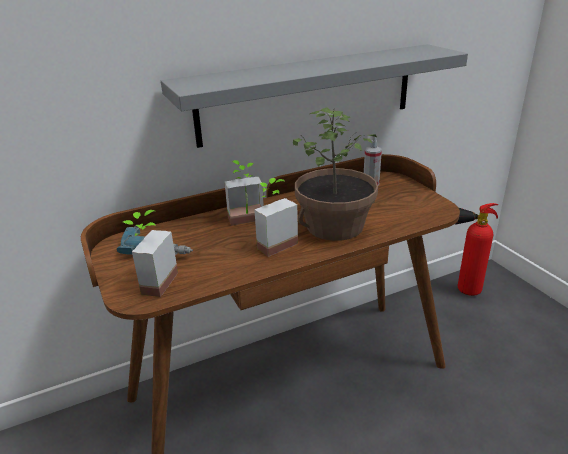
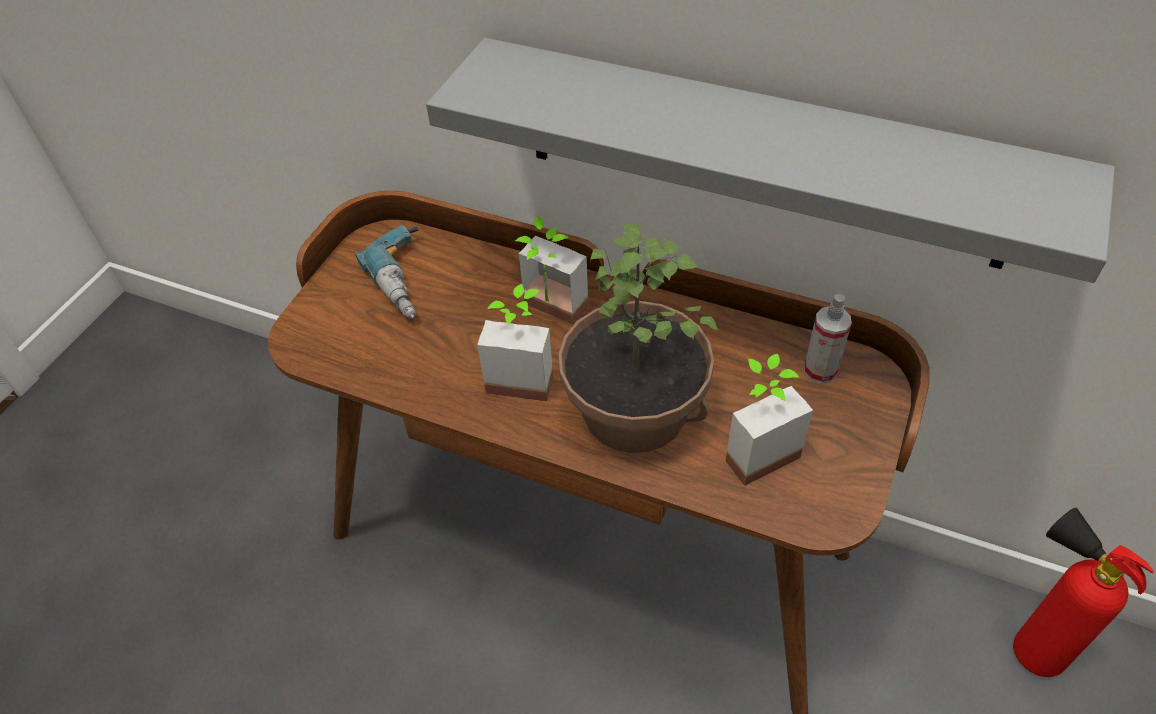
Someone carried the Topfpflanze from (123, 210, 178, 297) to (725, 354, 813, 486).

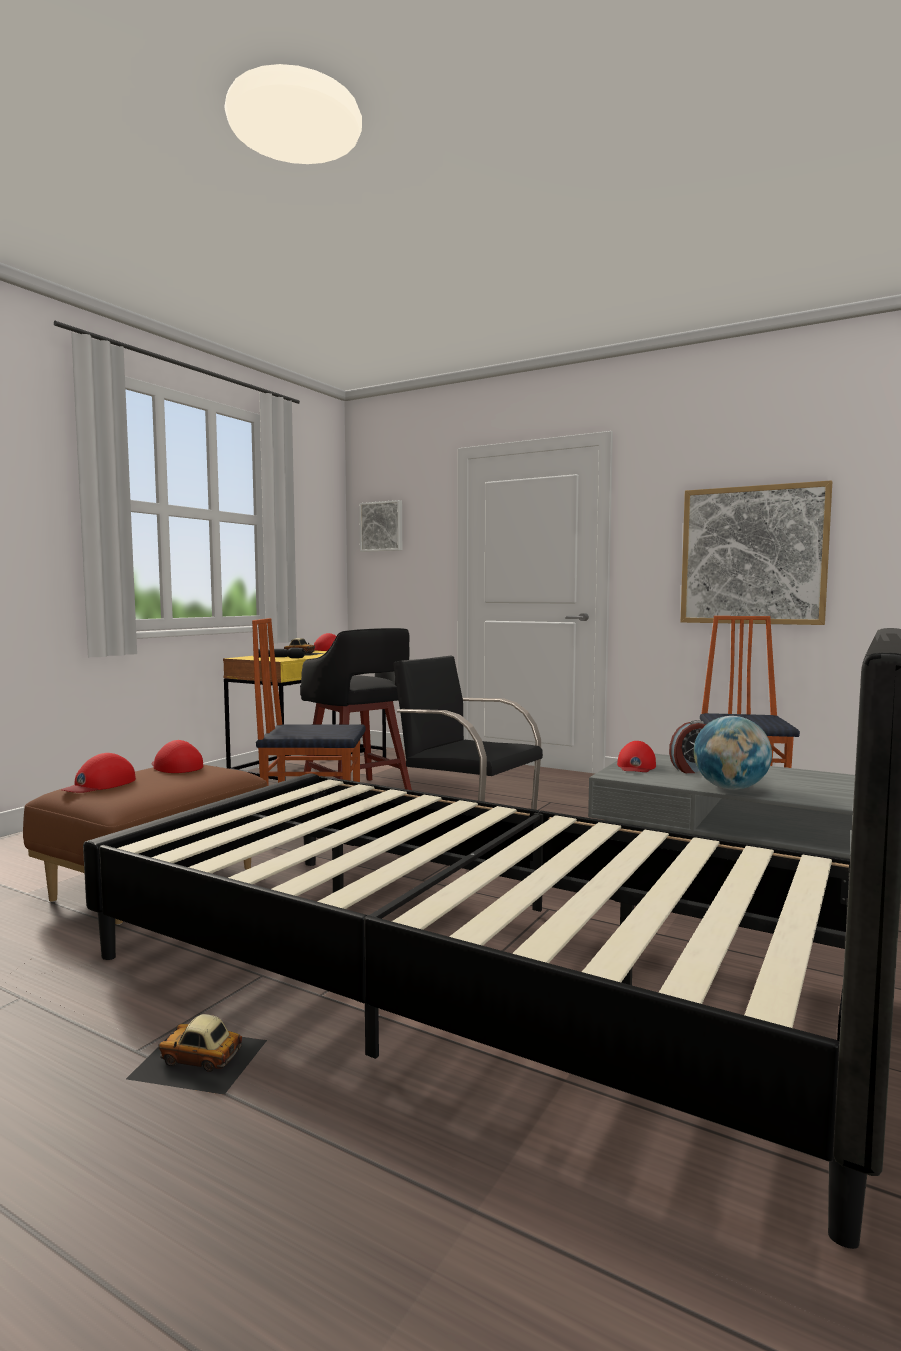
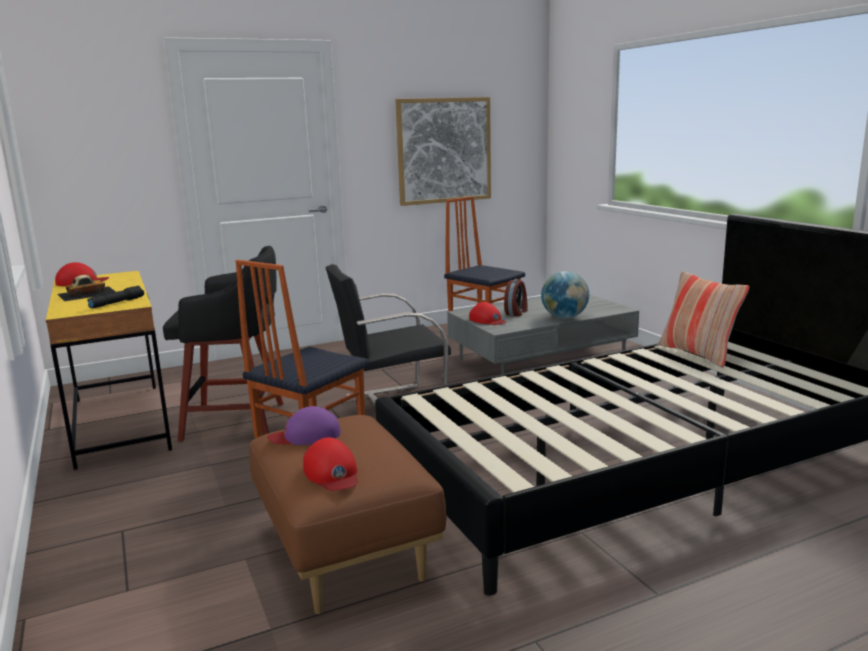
Someone took away the Spielzeugauto at (126, 1014, 267, 1095).
Someone took away the Bild at (359, 500, 402, 552).
Someone put down the Kissen at (658, 271, 749, 367).
Someone repainted the Kappe (rot) at (152, 740, 203, 773), which became the Kappe (lila) at (267, 406, 341, 445).

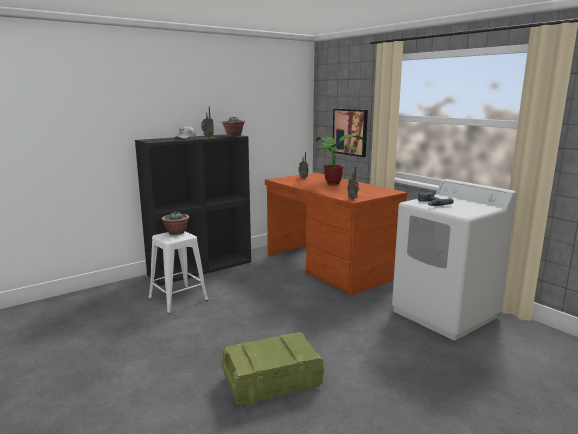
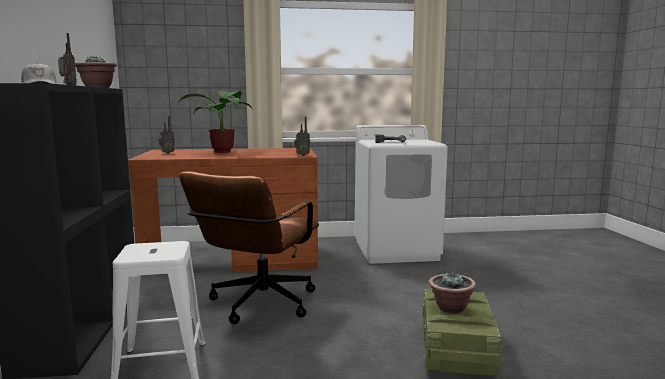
Someone took away the Bild at (333, 109, 368, 157).
Someone put down the Bürostuhl (braun) at (179, 171, 319, 324).
Someone carried the Topfpflanze from (162, 211, 189, 235) to (429, 271, 476, 314).

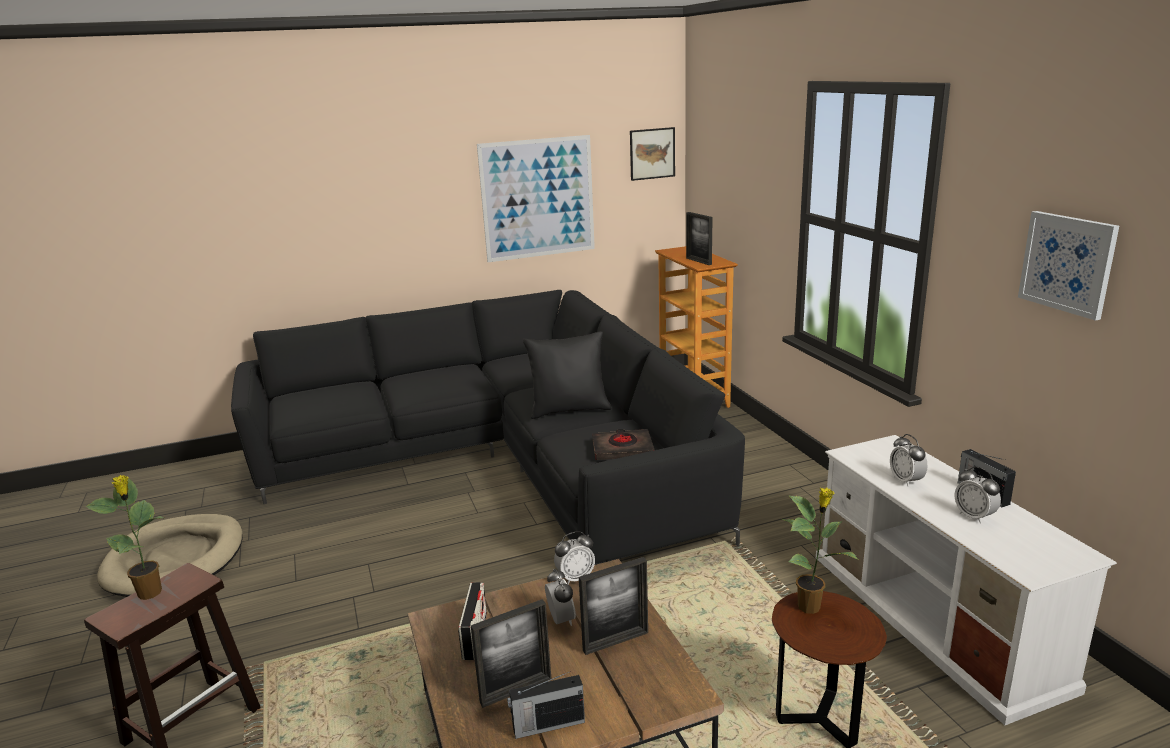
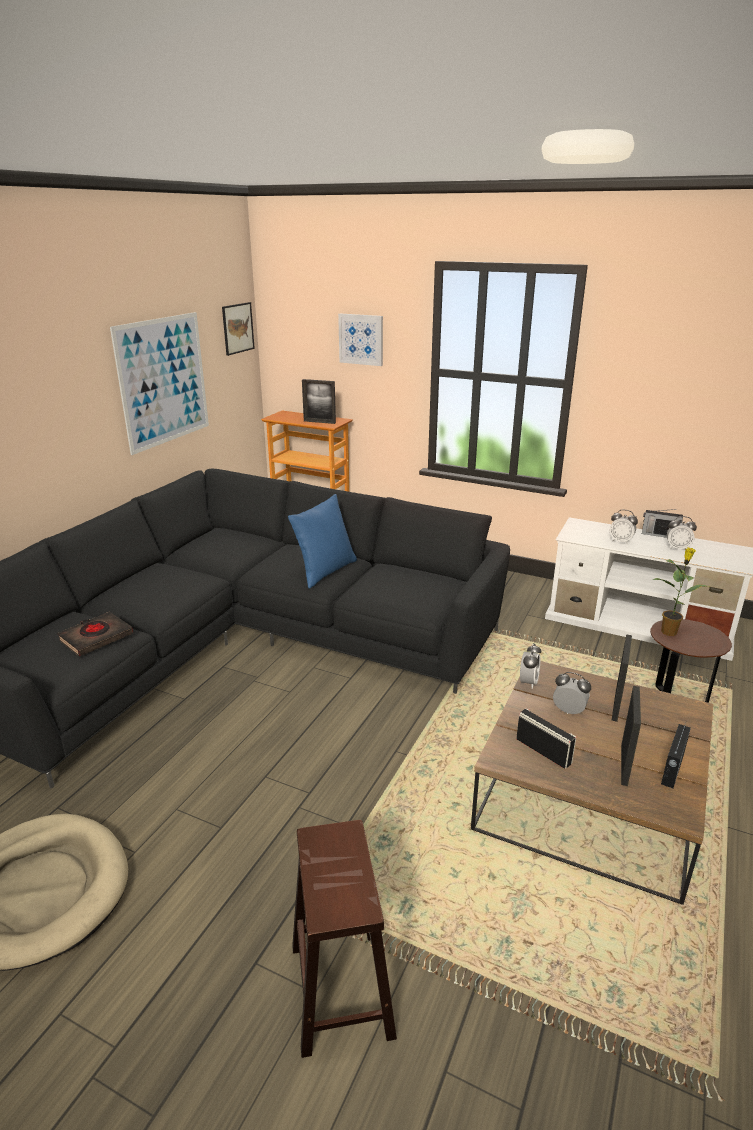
Someone took away the Topfpflanze at (85, 475, 163, 600).
Someone carried the Buch (schwarz) from (592, 429, 654, 460) to (57, 612, 133, 657).
Someone carried the Bild from (1018, 211, 1119, 321) to (338, 313, 383, 366).
Someone repainted the Kissen (schwarz) at (523, 331, 611, 419), which became the Kissen (blau) at (288, 494, 357, 589).

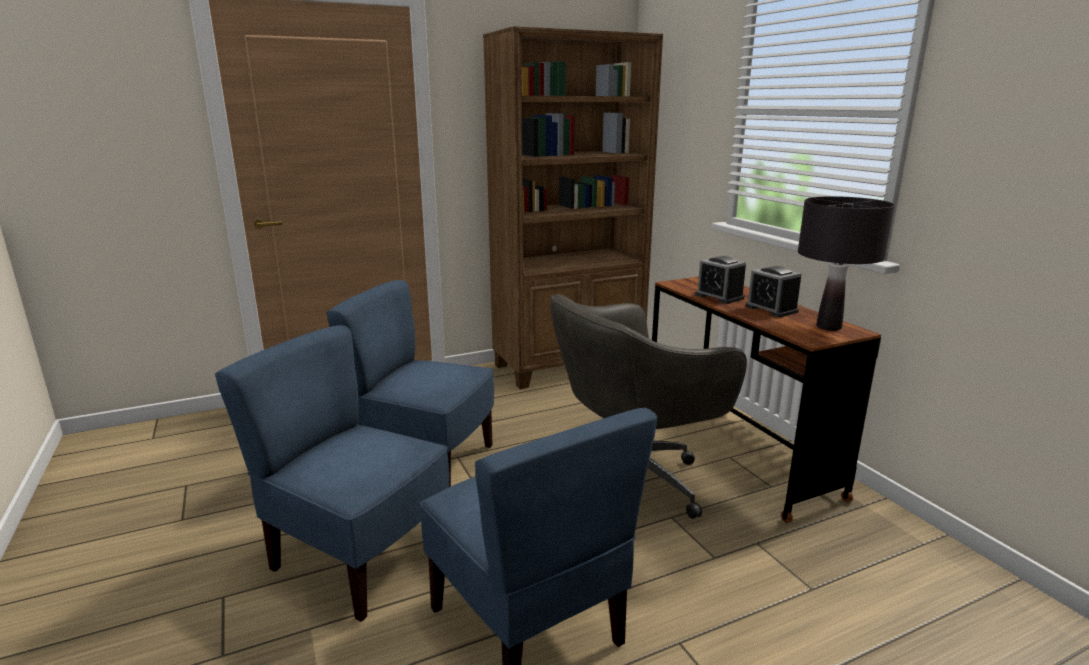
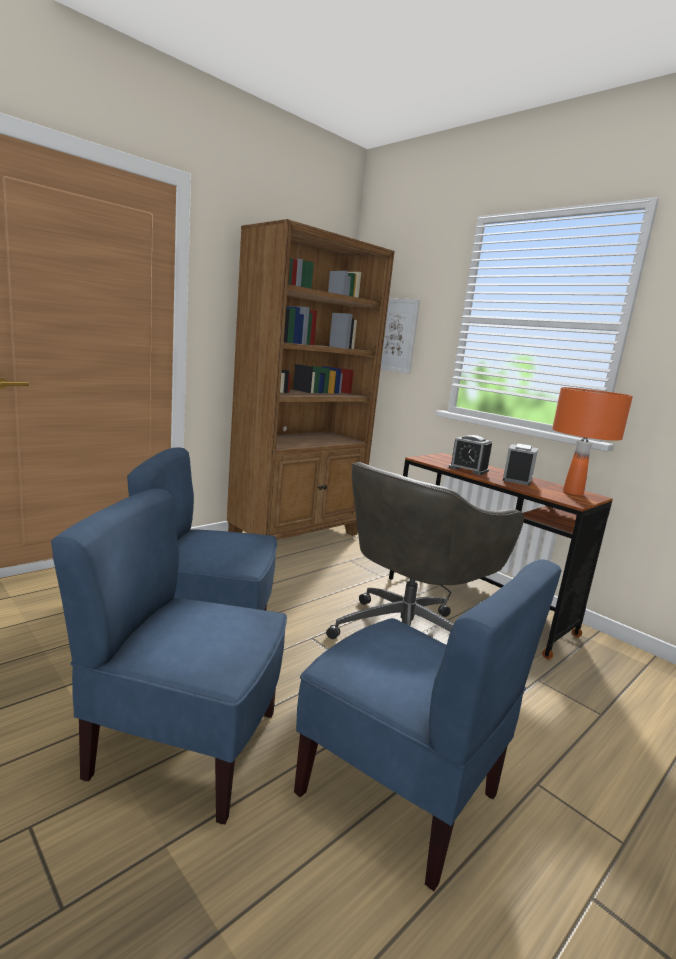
Someone put up the Bild at (380, 298, 420, 374).
Someone repainted the Tischlampe (schwarz) at (798, 196, 895, 331), which became the Tischlampe (orange) at (552, 387, 633, 496).
Someone rotated the Wecker at (745, 266, 801, 317) by 105 degrees counterclockwise.

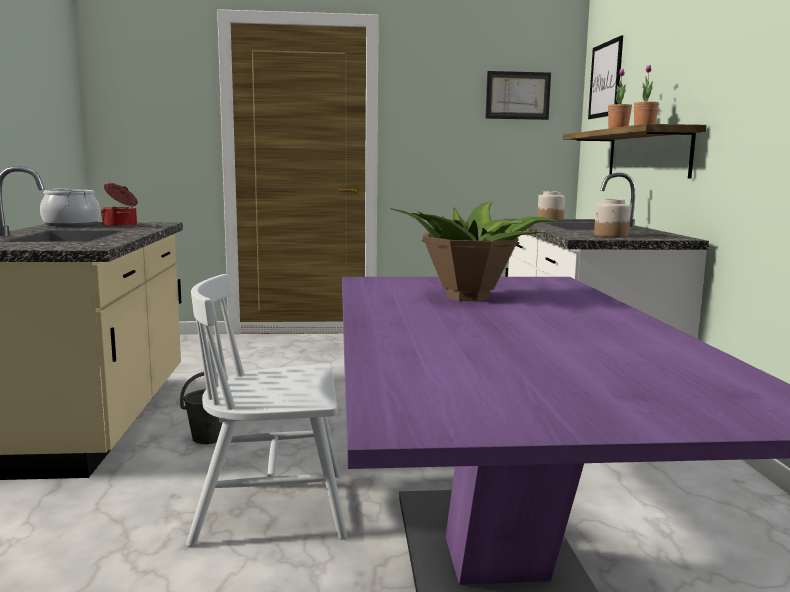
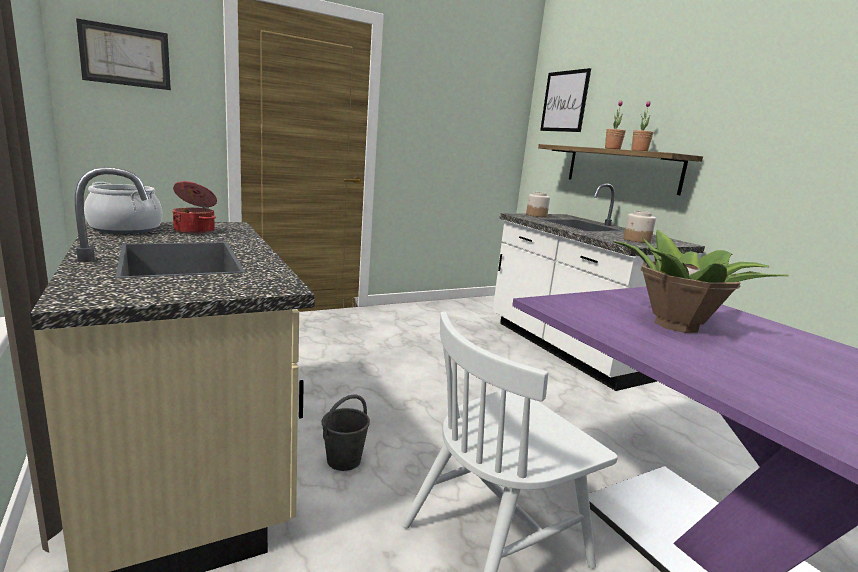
Someone carried the Bild from (485, 71, 551, 120) to (76, 18, 171, 90).

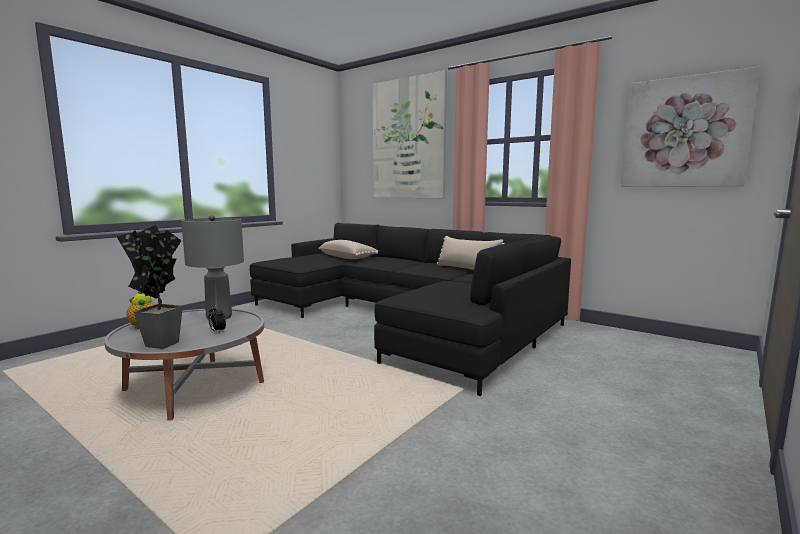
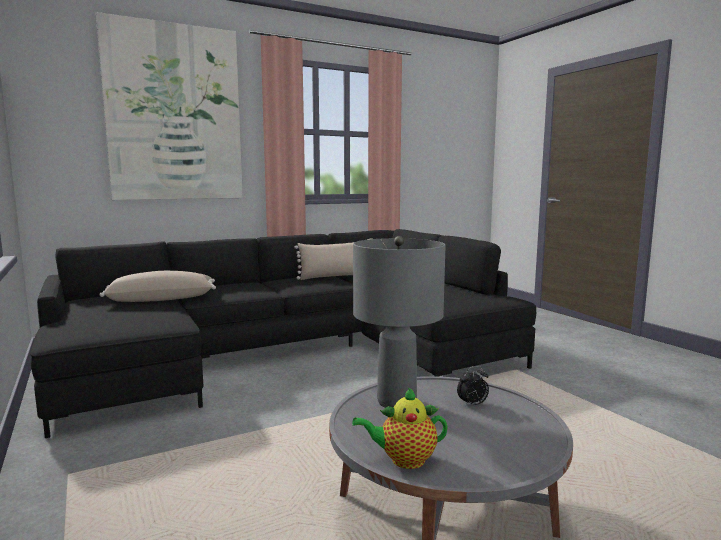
Someone took away the Topfpflanze at (117, 225, 183, 349).
Someone took away the Bild at (621, 67, 760, 187).

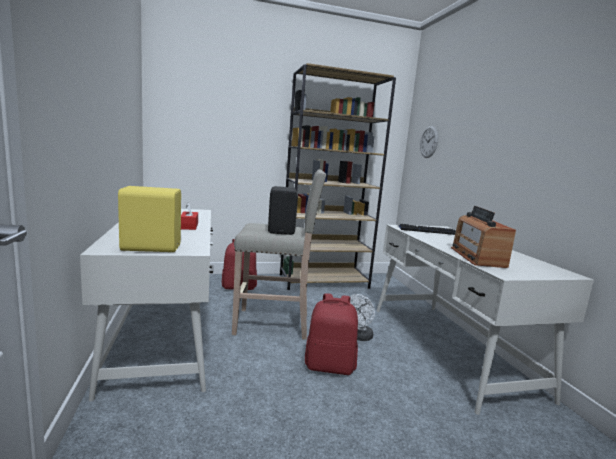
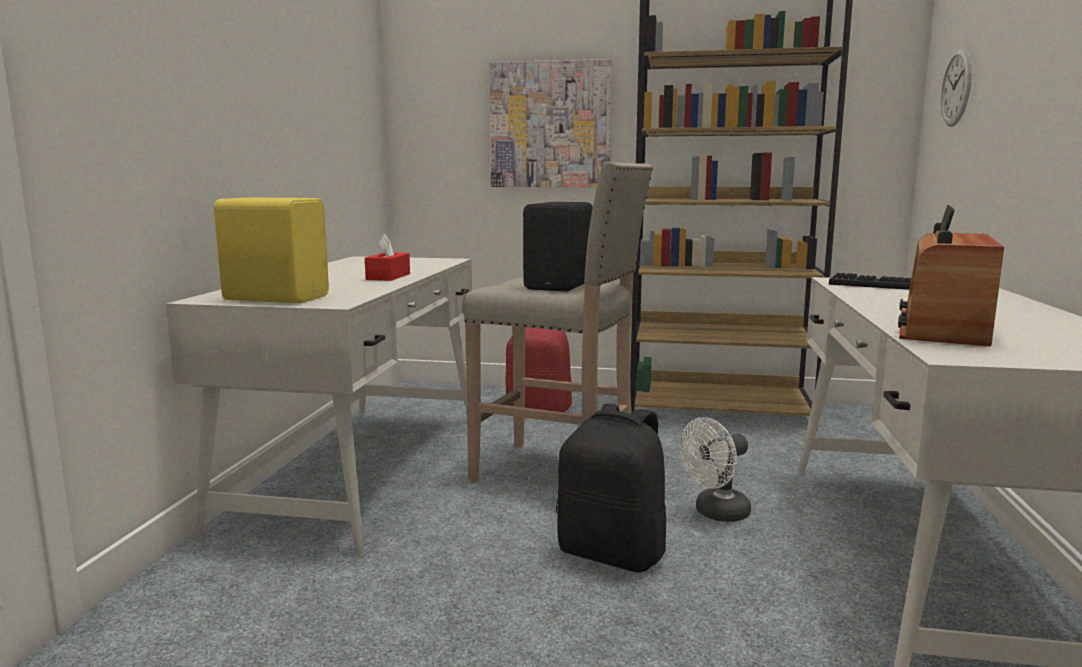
Someone put up the Bild at (489, 59, 612, 187).
Someone repainted the Rucksack (rot) at (305, 293, 358, 375), which became the Rucksack (schwarz) at (556, 404, 666, 572).

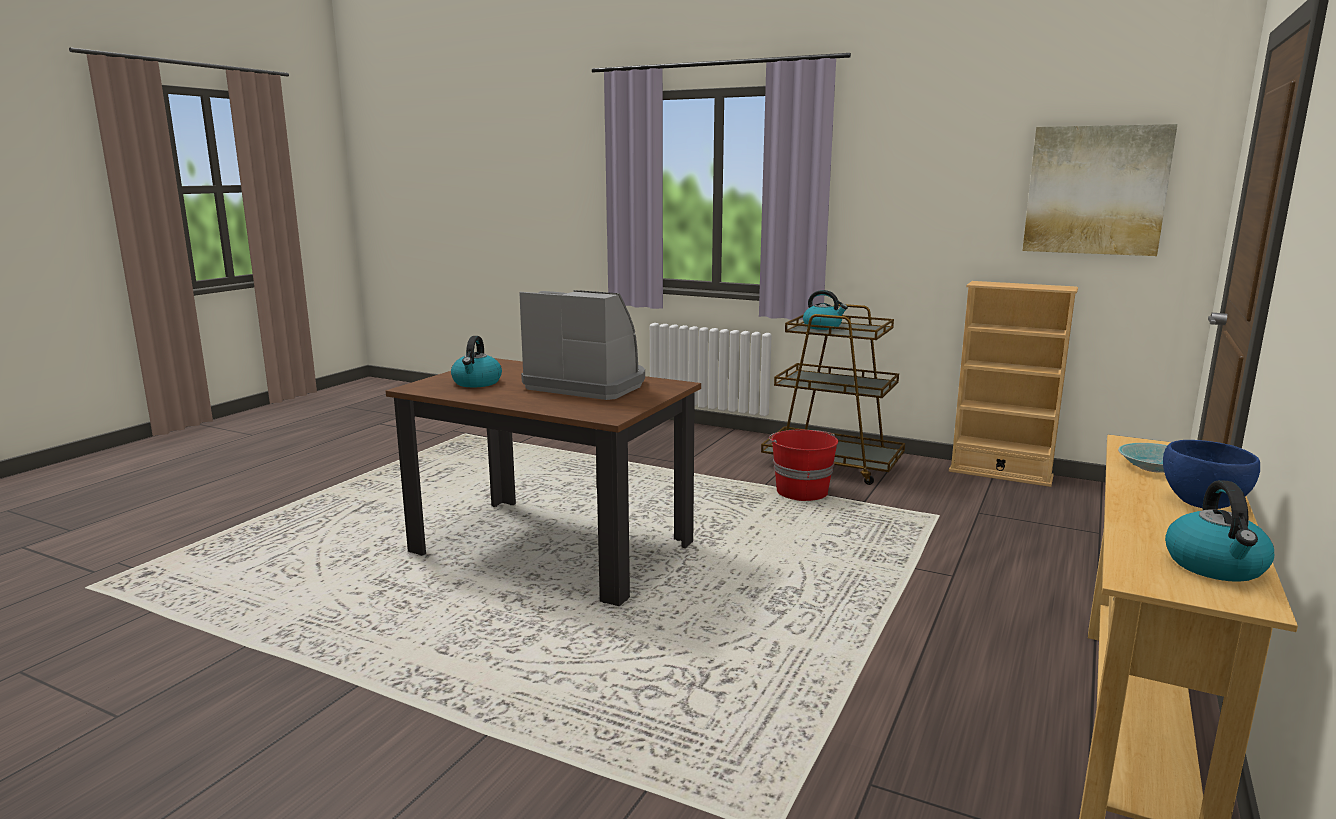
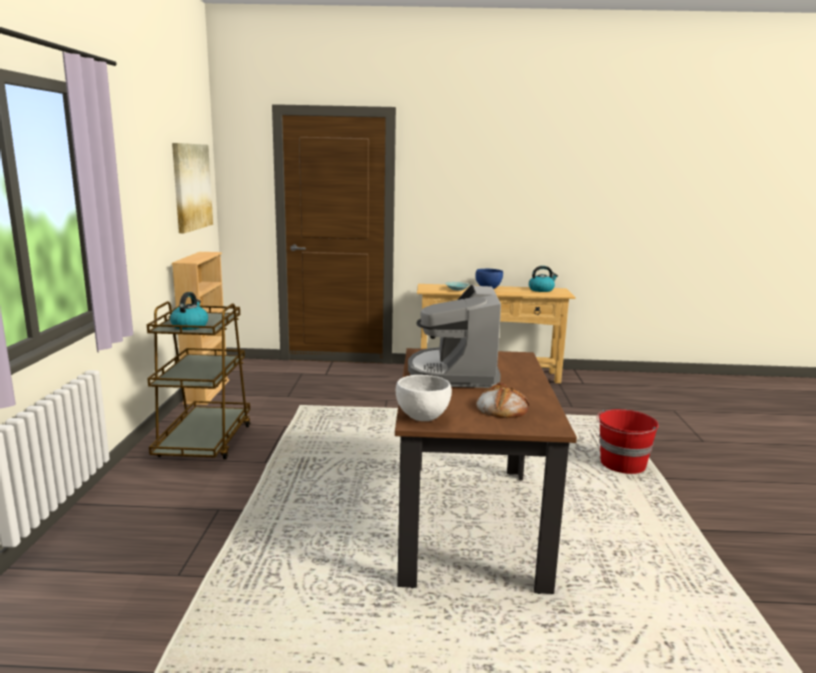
Someone put down the Schüssel (weiß) at (396, 375, 452, 421).
Someone carried the Eimer (rot) from (769, 429, 838, 501) to (597, 409, 659, 474).
Someone swapped the Wasserkessel at (451, 336, 502, 387) for the Brot at (476, 383, 529, 418).

